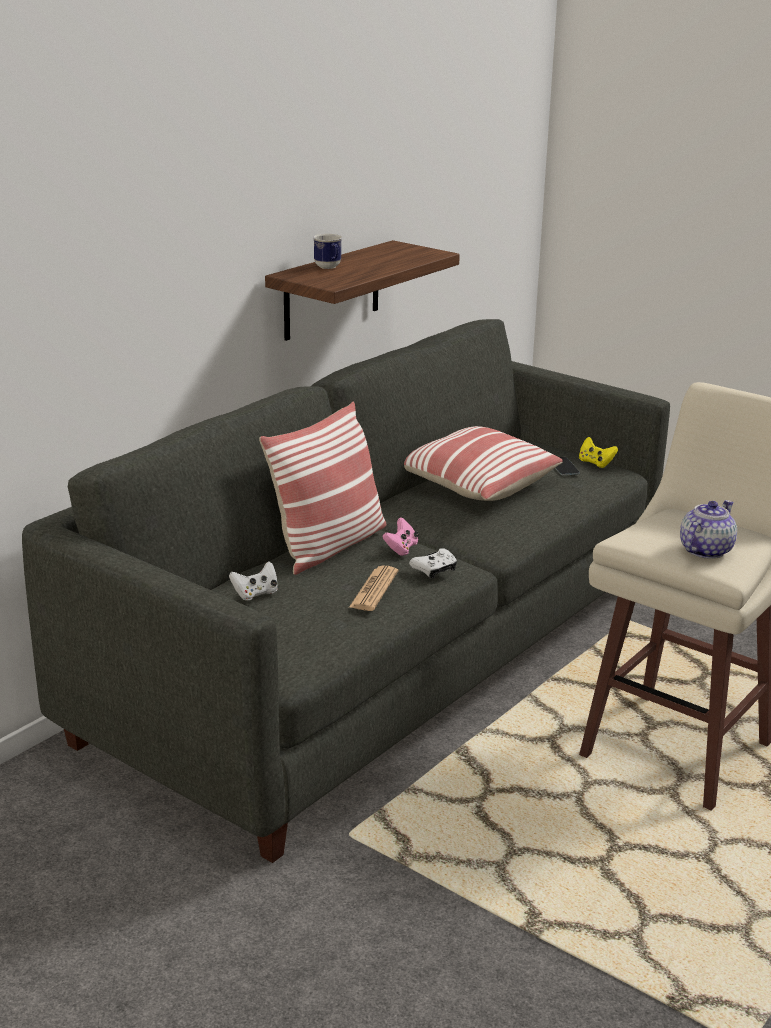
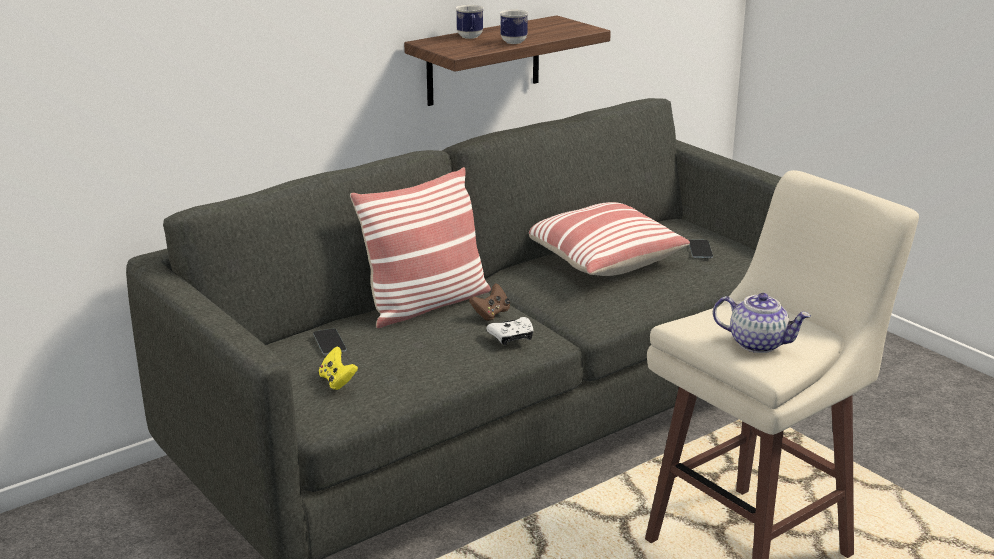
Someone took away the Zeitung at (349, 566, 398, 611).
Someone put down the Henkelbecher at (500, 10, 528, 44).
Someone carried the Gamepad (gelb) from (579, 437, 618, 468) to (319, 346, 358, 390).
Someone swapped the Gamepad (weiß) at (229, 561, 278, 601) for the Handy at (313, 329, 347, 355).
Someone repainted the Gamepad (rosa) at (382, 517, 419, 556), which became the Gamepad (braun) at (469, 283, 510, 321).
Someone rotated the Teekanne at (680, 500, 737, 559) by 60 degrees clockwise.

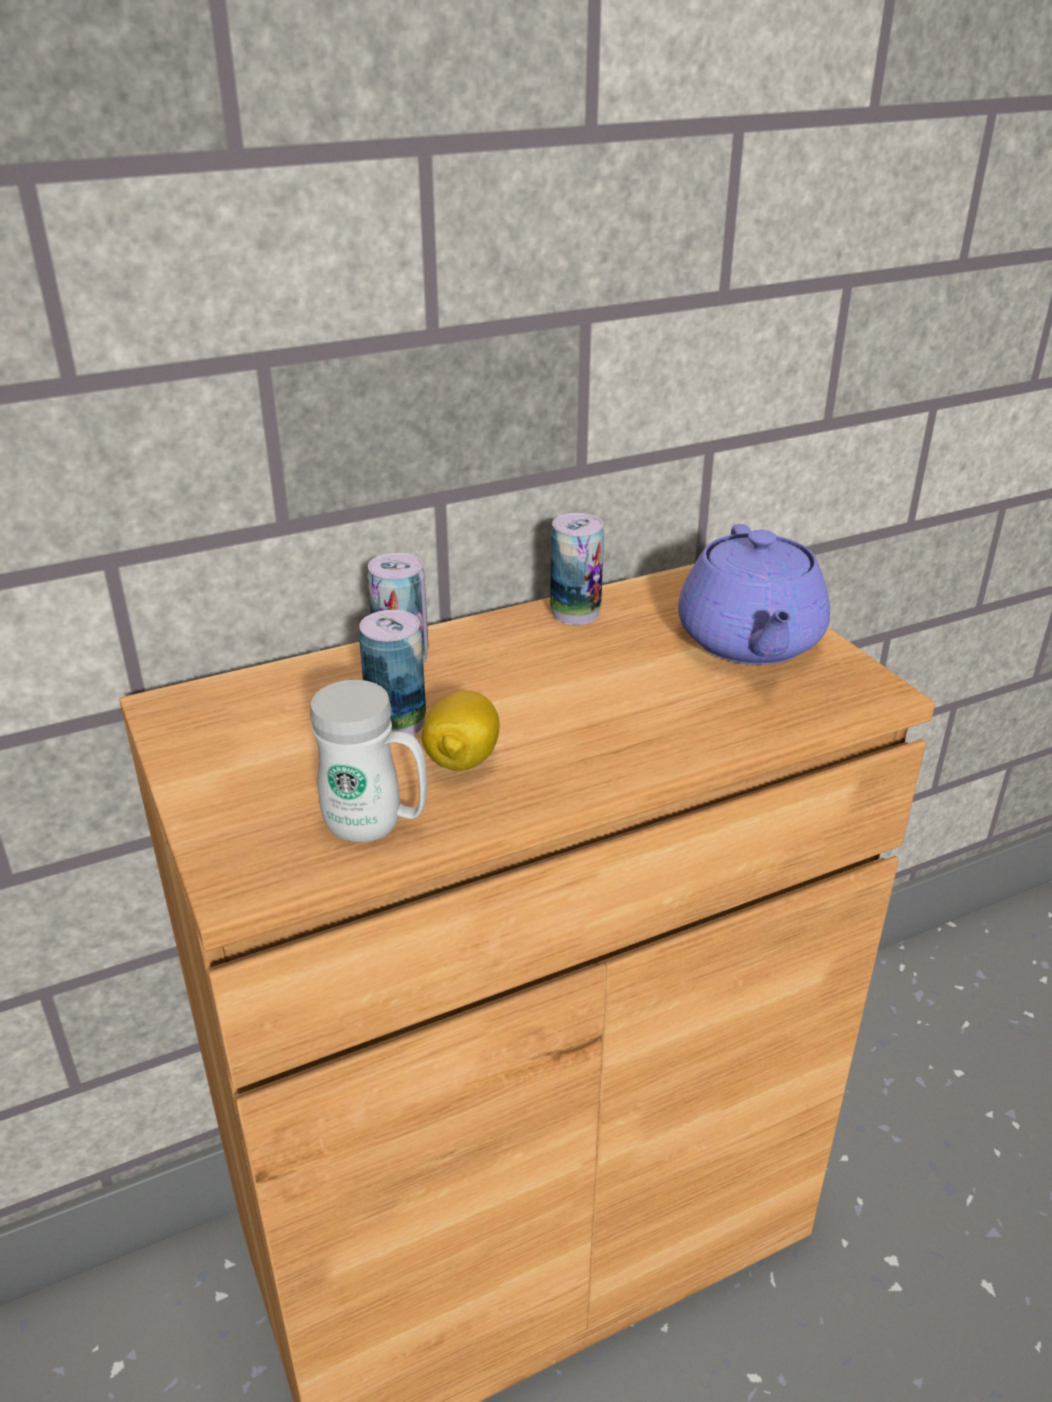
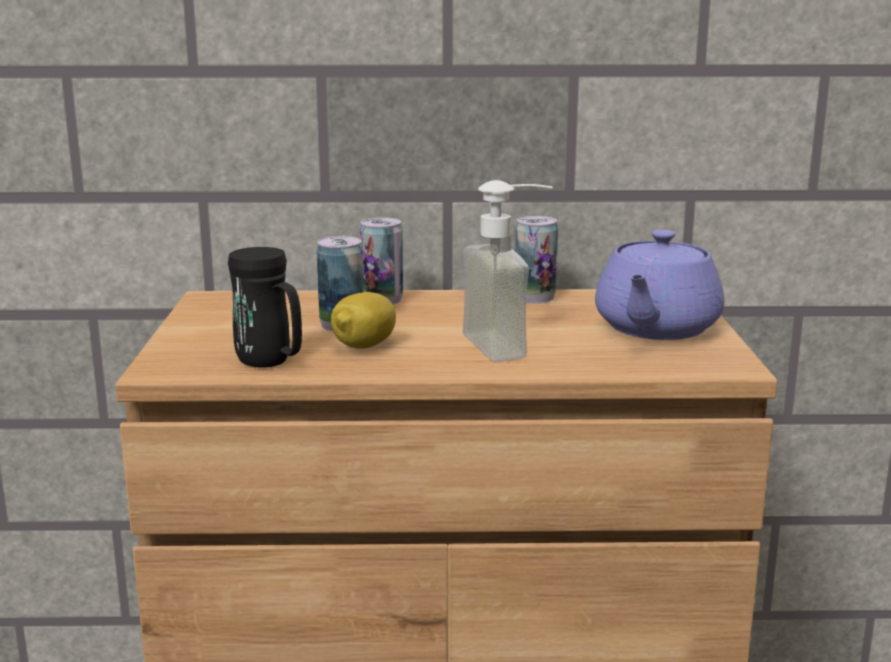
Someone put down the Seifenspender at (463, 180, 553, 362).
Someone repainted the Henkelbecher (weiß) at (310, 680, 427, 842), which became the Henkelbecher (schwarz) at (228, 247, 302, 368).

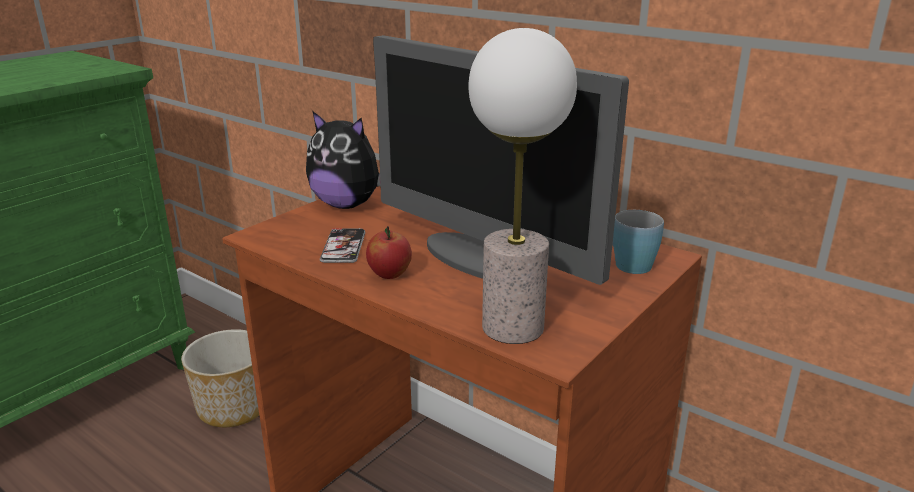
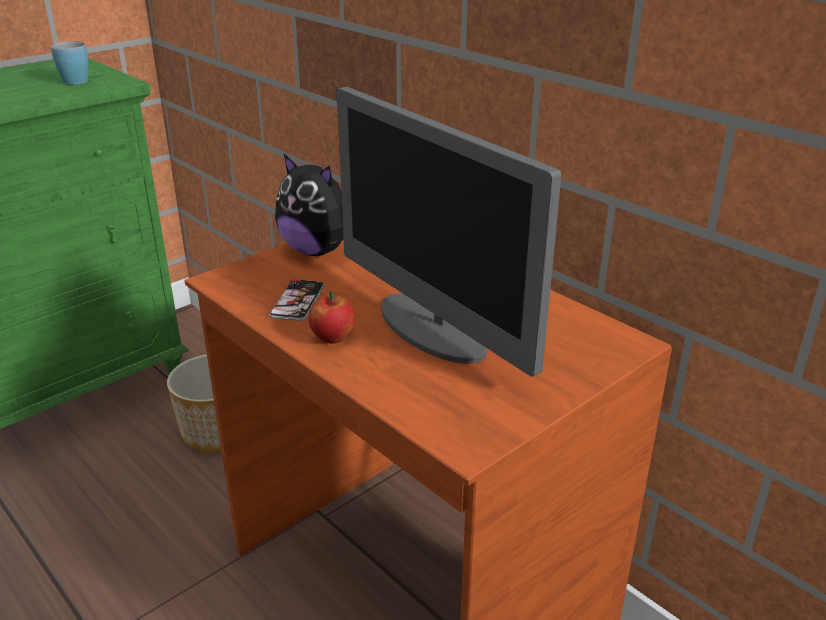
Someone took away the Tischlampe at (468, 28, 577, 344).
Someone carried the Henkelbecher (blau) from (612, 210, 664, 274) to (51, 41, 89, 85).

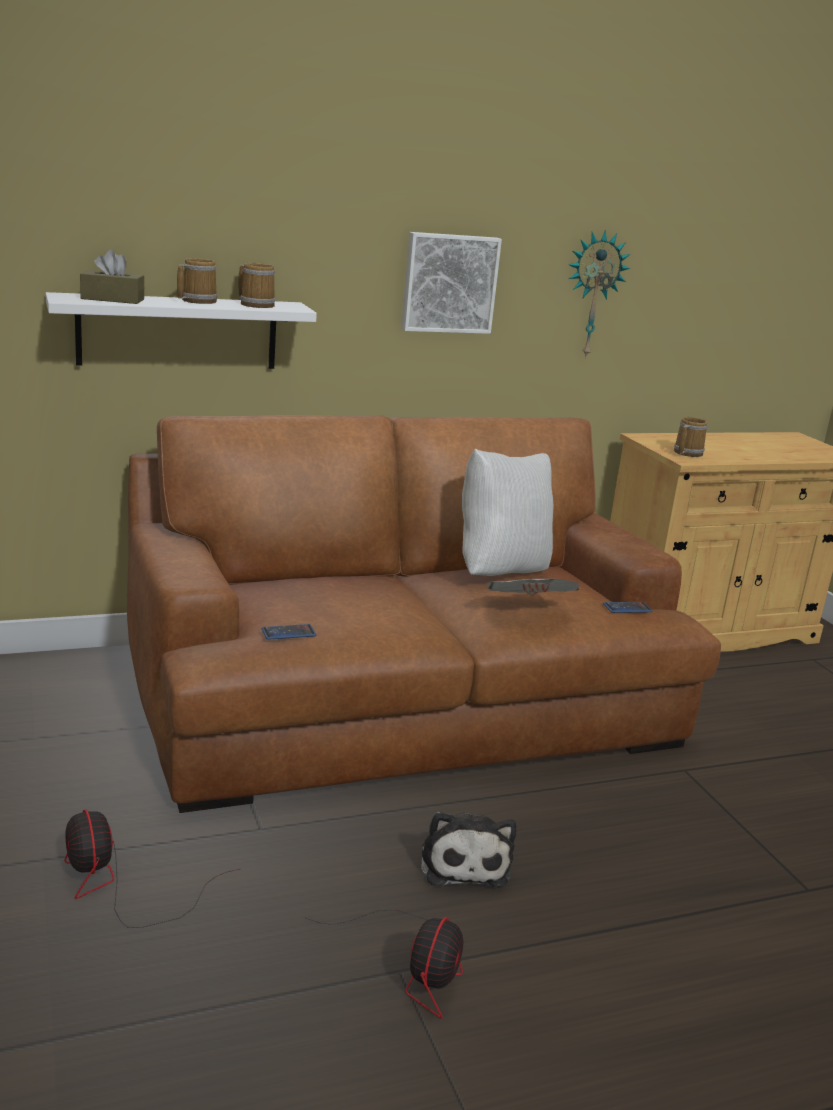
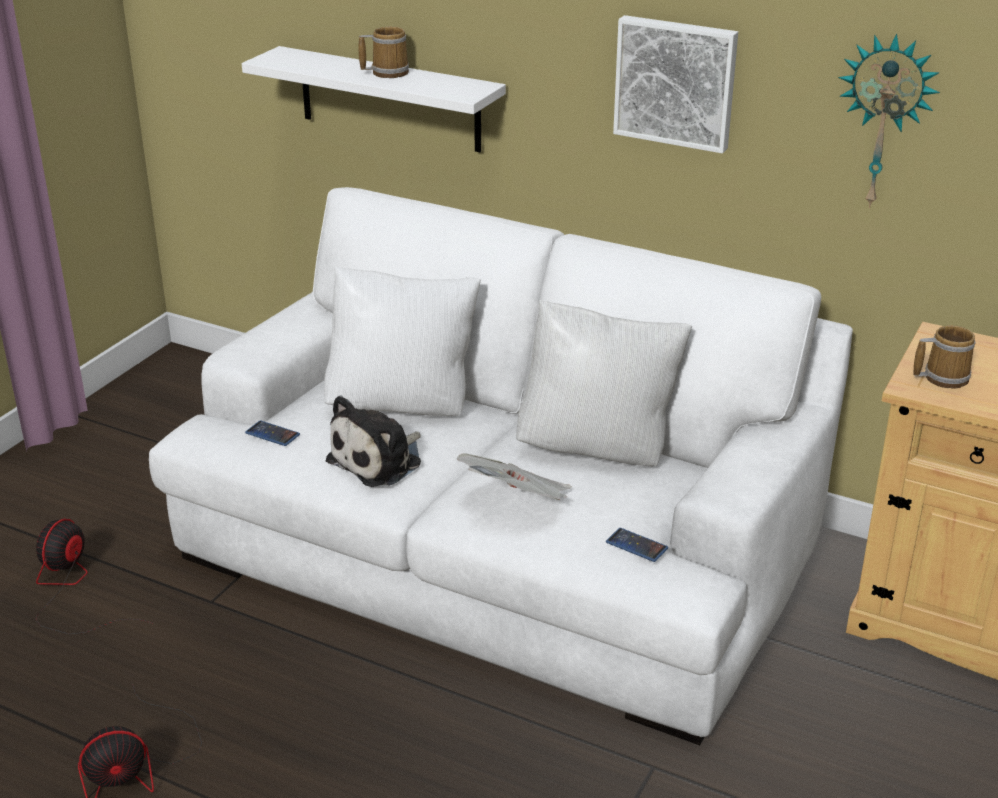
Someone took away the Taschentuchbox (braun) at (80, 250, 144, 304).
Someone took away the Henkelbecher at (238, 263, 276, 308).
Someone put down the Kissen (weiß) at (324, 266, 481, 416).
Someone carried the Plüschtier from (421, 812, 516, 887) to (326, 395, 421, 487).
Someone repainted the Sofa (braun) at (127, 415, 721, 813), which became the Sofa (weiß) at (149, 187, 853, 745).

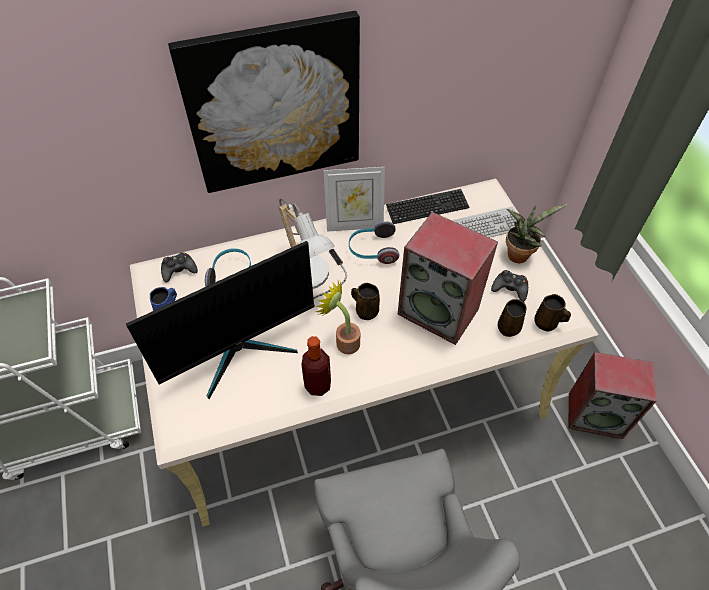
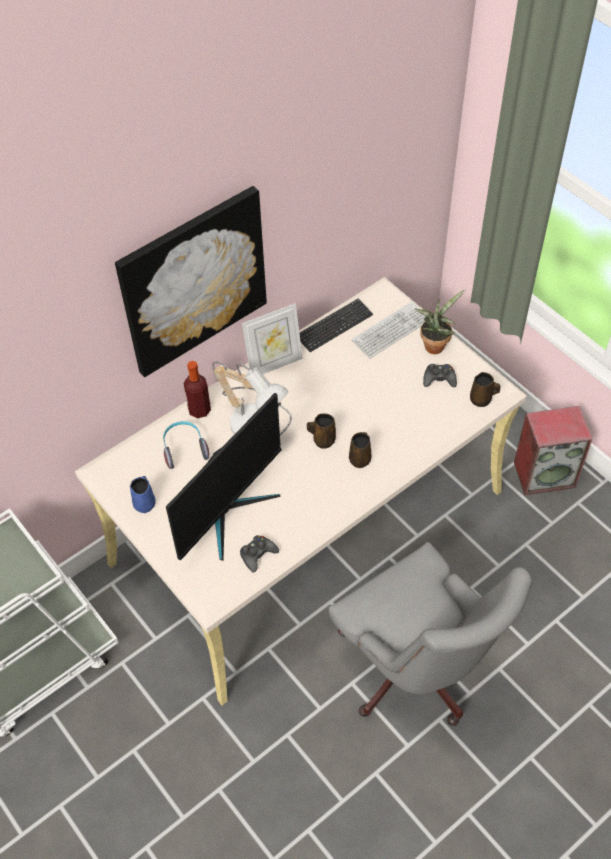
Someone took away the Topfpflanze at (316, 279, 360, 354).
Someone took away the Kopfhörer at (349, 221, 399, 264).
Someone took away the Lautsprecher at (397, 212, 498, 345).
Someone carried the Gamepad (schwarz) from (161, 252, 198, 282) to (240, 535, 279, 573).
Someone carried the Flasche from (301, 336, 331, 396) to (184, 361, 211, 418).
Someone carried the Henkelbecher (braun) from (498, 299, 527, 337) to (349, 432, 372, 468).

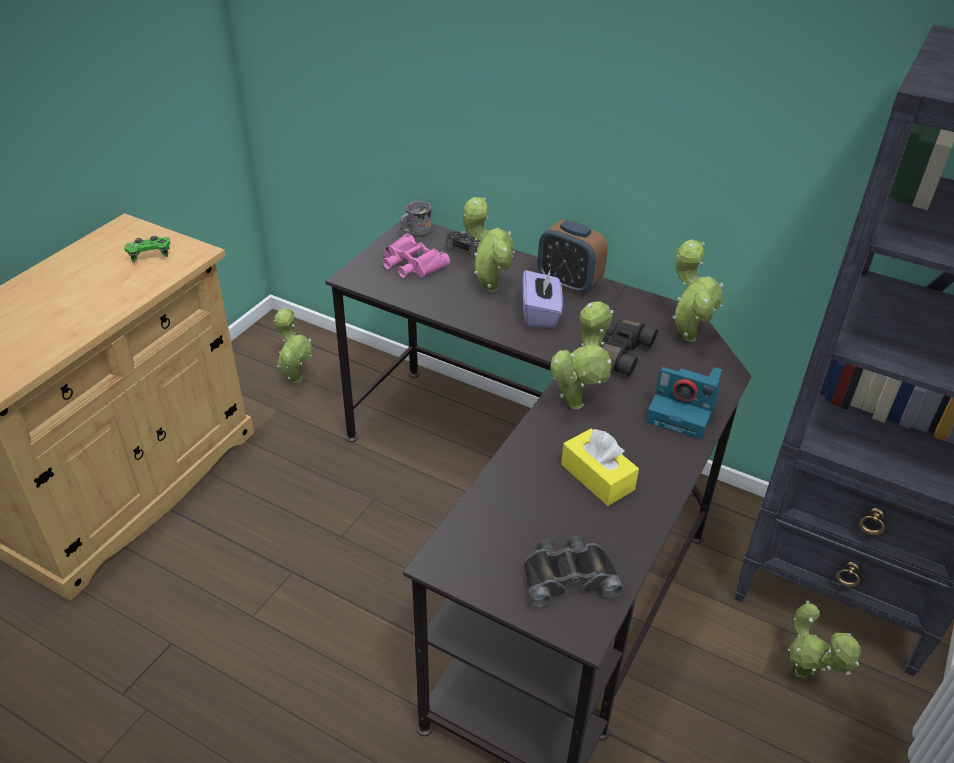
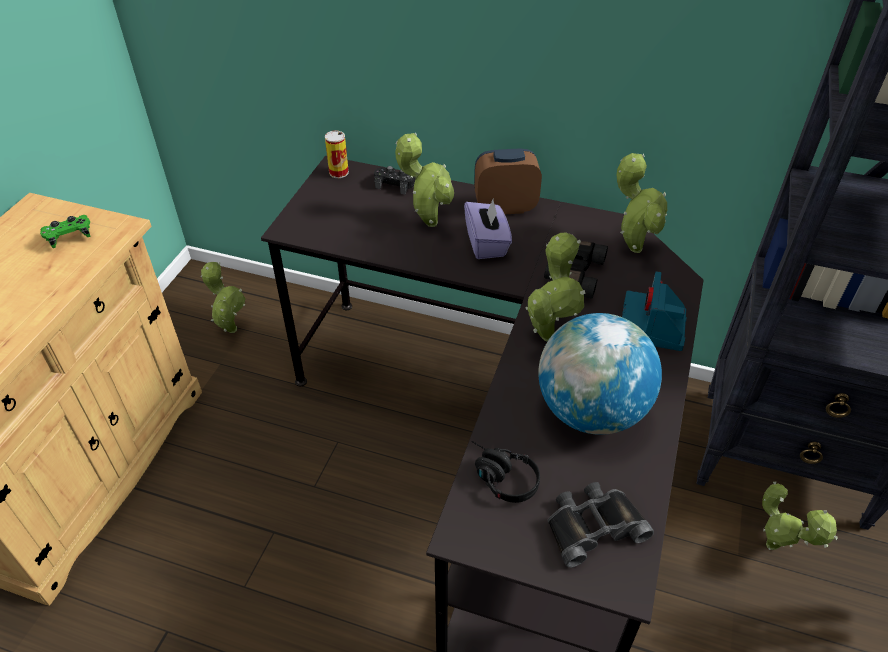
Someone took away the Fernglas (rosa) at (383, 233, 450, 278).
Someone put down the Kopfhörer (schwarz) at (472, 441, 540, 503).
Someone swapped the Henkelbecher (grau) at (400, 201, 432, 237) for the Dose at (325, 131, 349, 178).
Someone swapped the Taschentuchbox (gelb) at (561, 428, 639, 506) for the Globus at (538, 313, 662, 435).
Someone rotated the Wecker at (538, 220, 608, 294) by 150 degrees clockwise.
Someone rotated the Kamera at (646, 367, 722, 439) by 90 degrees clockwise.

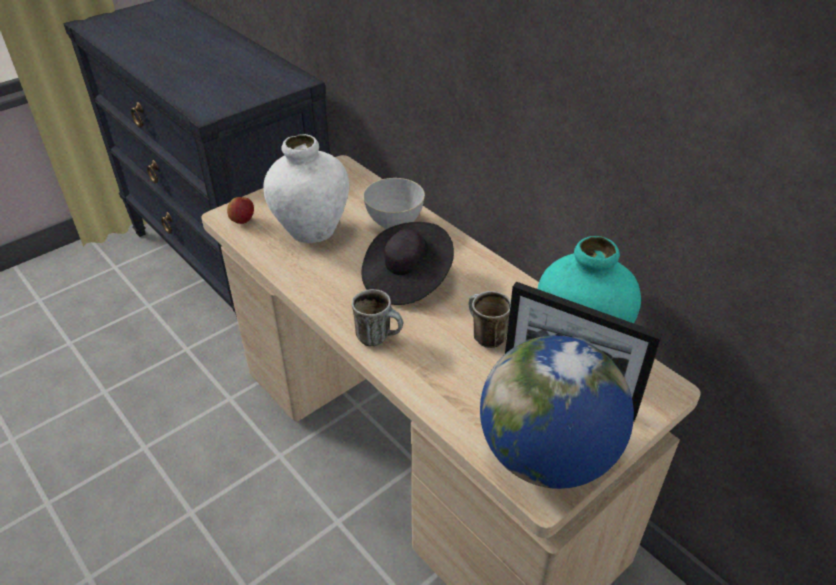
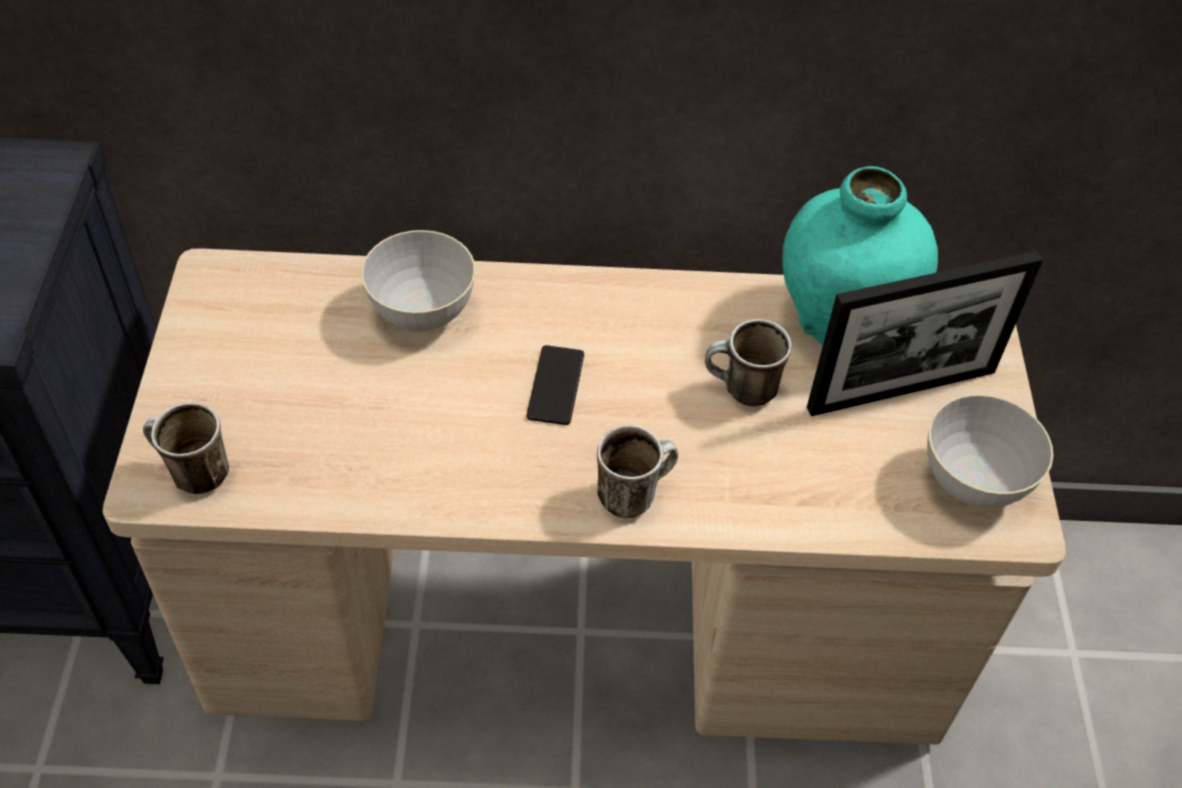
Someone took away the Vase (weiß) at (263, 134, 349, 243).
Someone swapped the Apfel at (227, 197, 254, 224) for the Henkelbecher at (143, 402, 229, 494).
Someone swapped the Hut (schwarz) at (361, 222, 454, 305) for the Handy at (526, 345, 584, 425).
Someone swapped the Globus at (480, 336, 634, 489) for the Schüssel (grau) at (927, 394, 1054, 508).

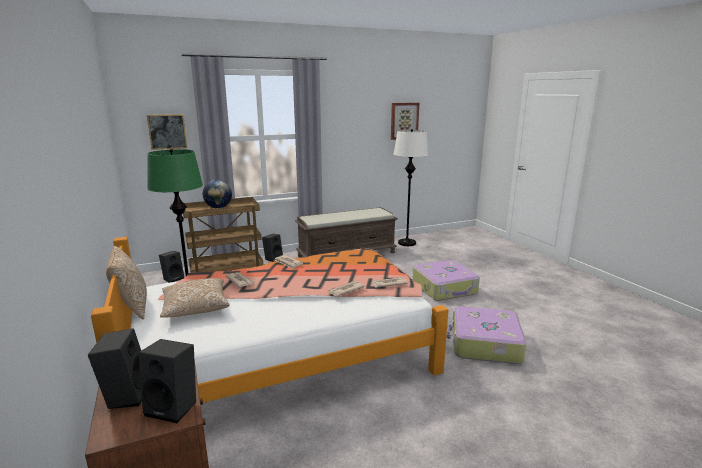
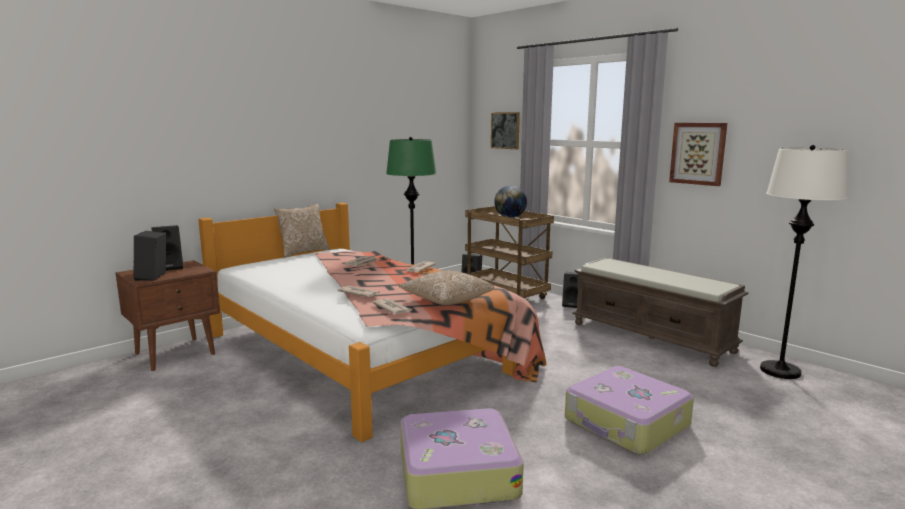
Someone carried the Kissen from (160, 278, 230, 318) to (398, 271, 494, 305).
Someone carried the Bild from (391, 103, 419, 140) to (669, 123, 727, 186).

